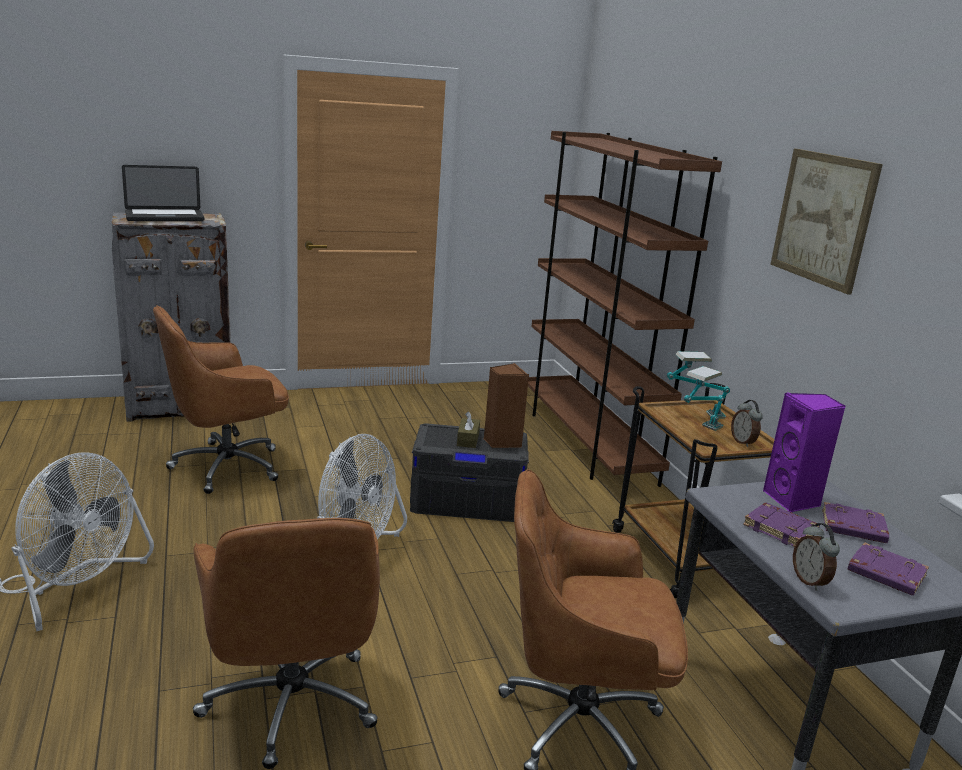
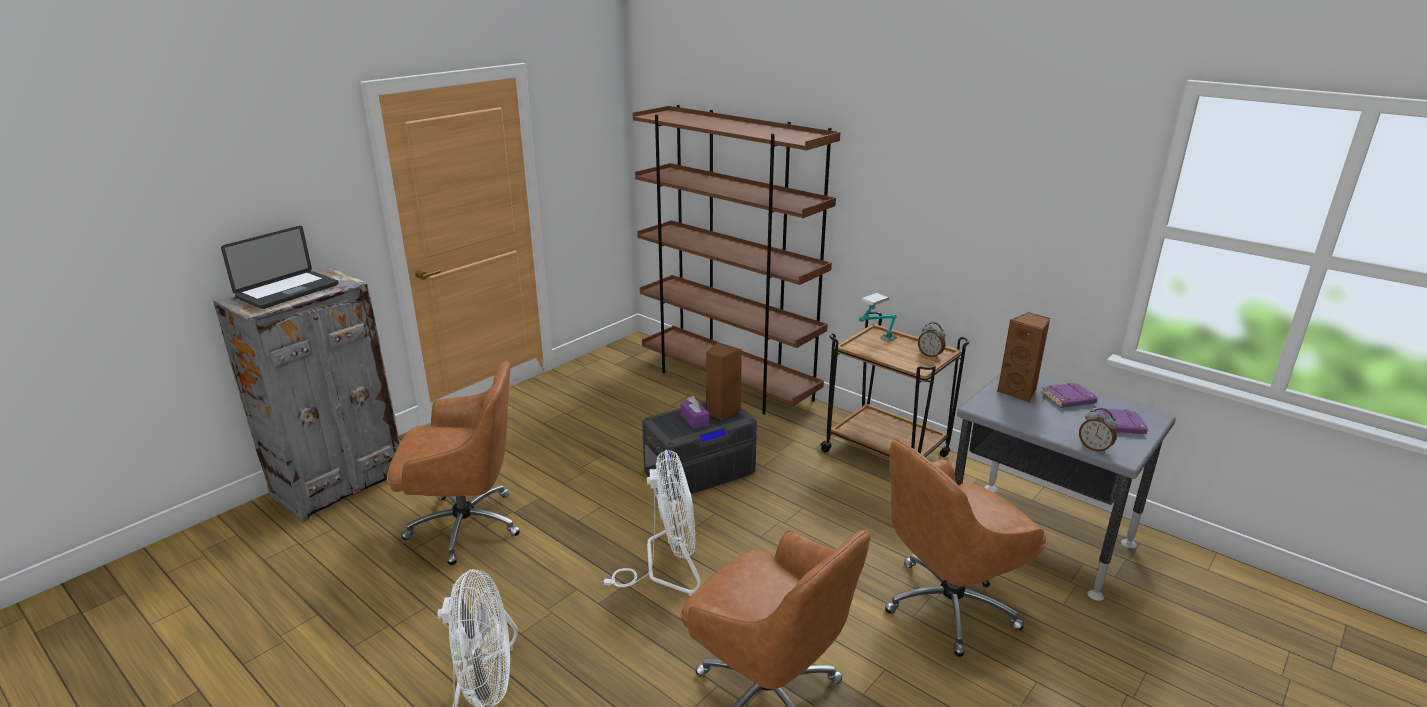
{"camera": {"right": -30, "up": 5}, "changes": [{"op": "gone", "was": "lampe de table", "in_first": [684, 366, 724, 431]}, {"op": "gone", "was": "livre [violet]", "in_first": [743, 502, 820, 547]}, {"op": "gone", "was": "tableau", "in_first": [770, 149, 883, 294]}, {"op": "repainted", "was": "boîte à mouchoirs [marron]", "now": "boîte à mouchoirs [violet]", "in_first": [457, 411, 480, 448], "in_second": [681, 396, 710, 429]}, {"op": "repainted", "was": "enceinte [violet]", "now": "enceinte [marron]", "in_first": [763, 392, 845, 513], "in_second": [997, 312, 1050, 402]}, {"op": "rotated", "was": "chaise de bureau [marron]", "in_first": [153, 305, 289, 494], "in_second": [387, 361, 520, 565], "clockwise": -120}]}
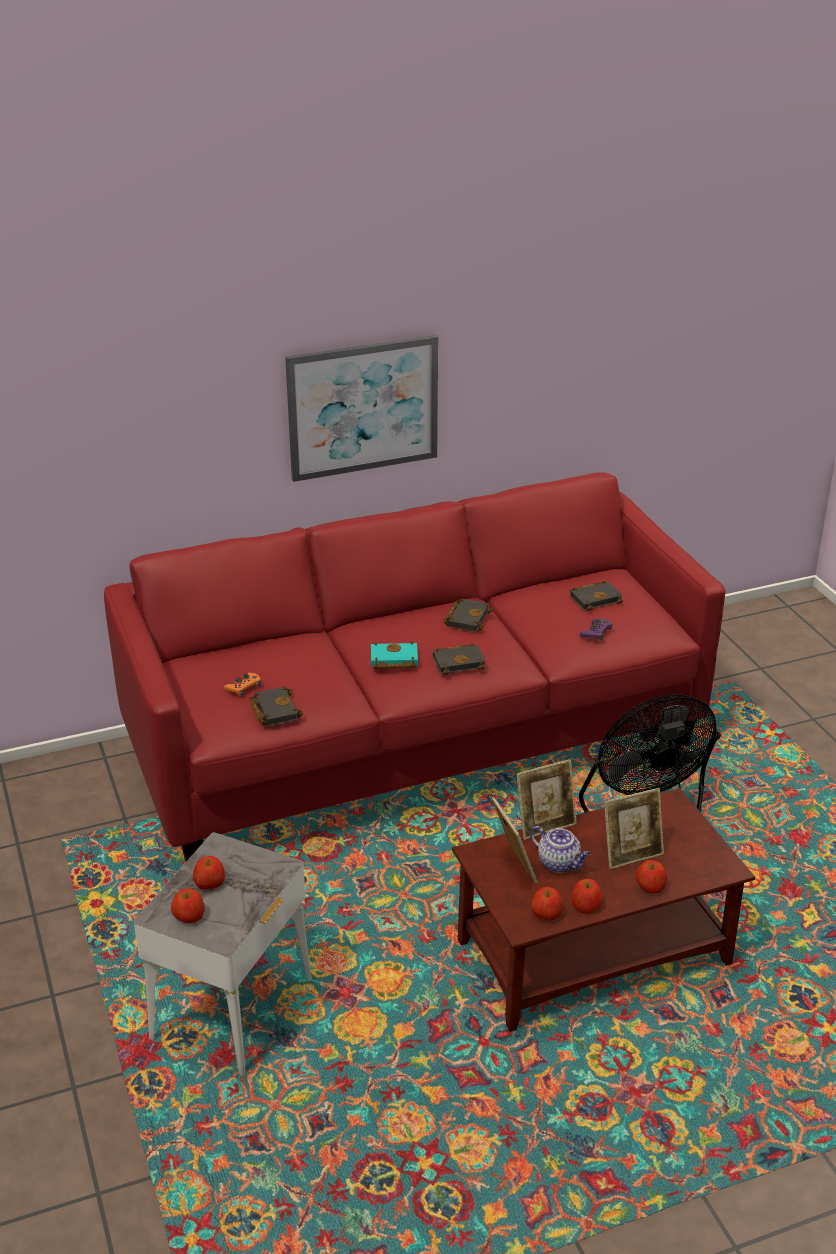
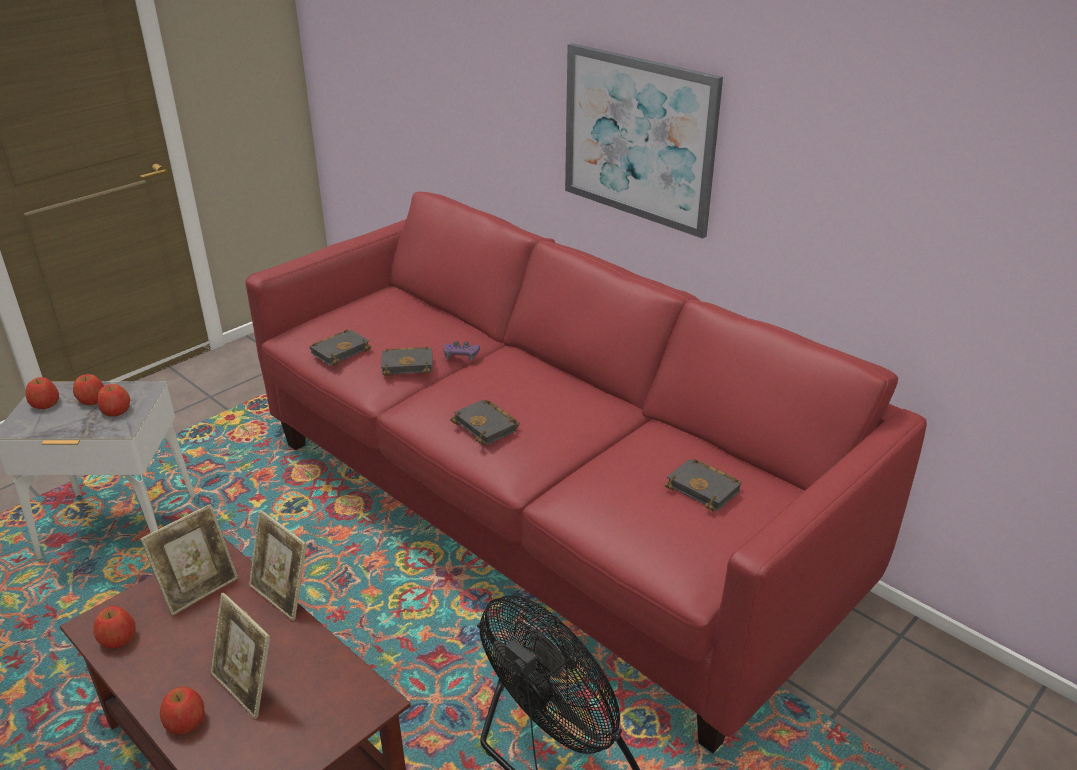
{"camera": {"right": 65, "up": 0}, "changes": [{"op": "gone", "was": "manette [orange]", "in_first": [224, 673, 261, 696]}, {"op": "gone", "was": "livre [turquoise]", "in_first": [371, 642, 418, 669]}, {"op": "gone", "was": "théière", "in_first": [530, 826, 591, 873]}, {"op": "shifted", "was": "livre [noir]", "in_first": [444, 599, 494, 632], "in_second": [381, 346, 433, 376]}, {"op": "shifted", "was": "pomme", "in_first": [571, 879, 603, 914], "in_second": [98, 384, 130, 416]}, {"op": "shifted", "was": "manette [violet]", "in_first": [580, 619, 613, 640], "in_second": [443, 341, 480, 360]}]}
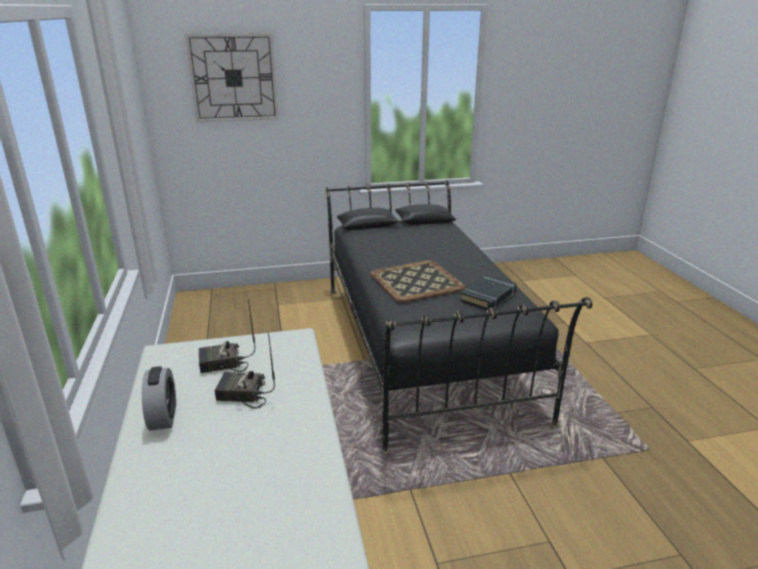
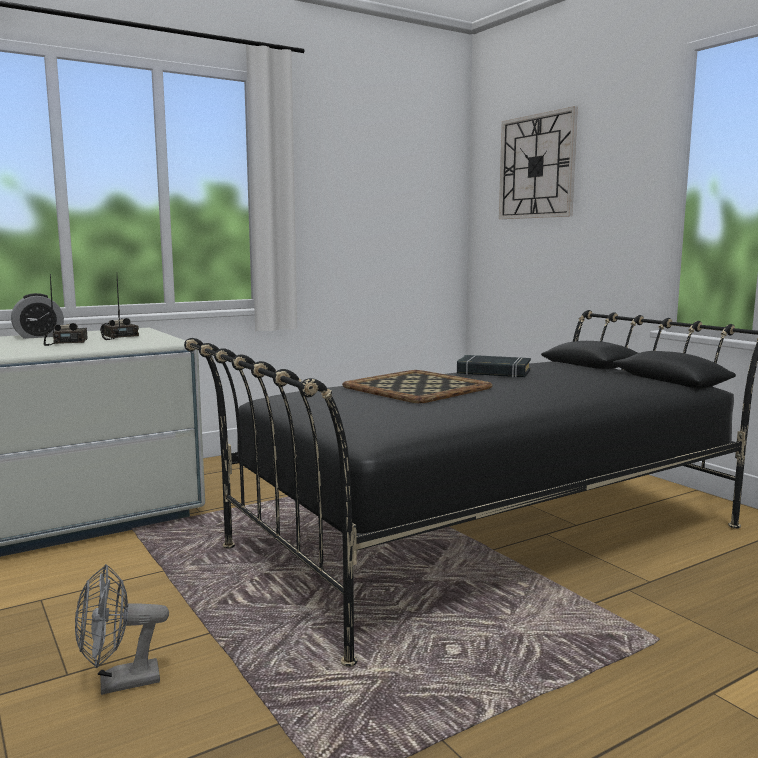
{"camera": {"right": 70, "up": -15}, "changes": [{"op": "new", "now": "ventilateur [gris]", "in_second": [75, 564, 169, 695]}, {"op": "shifted", "was": "livre [noir]", "in_first": [460, 275, 516, 310], "in_second": [457, 355, 531, 378]}]}
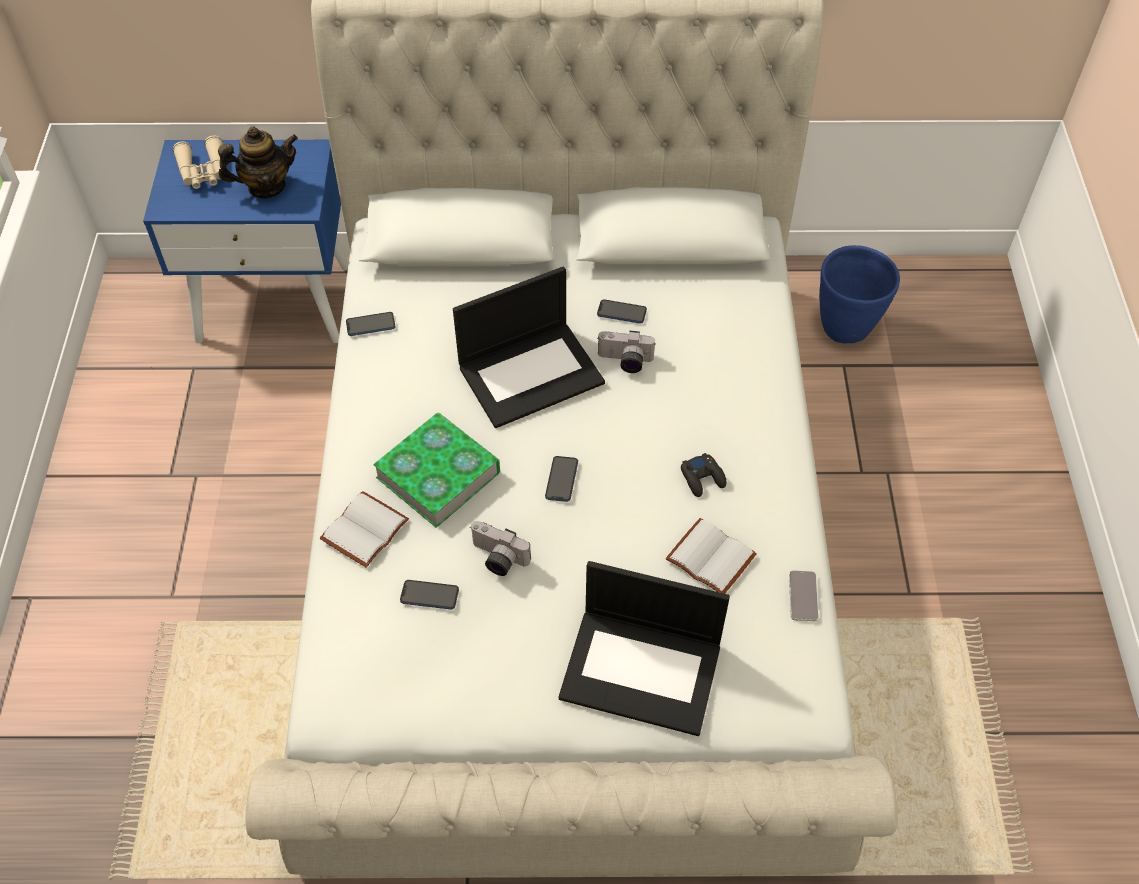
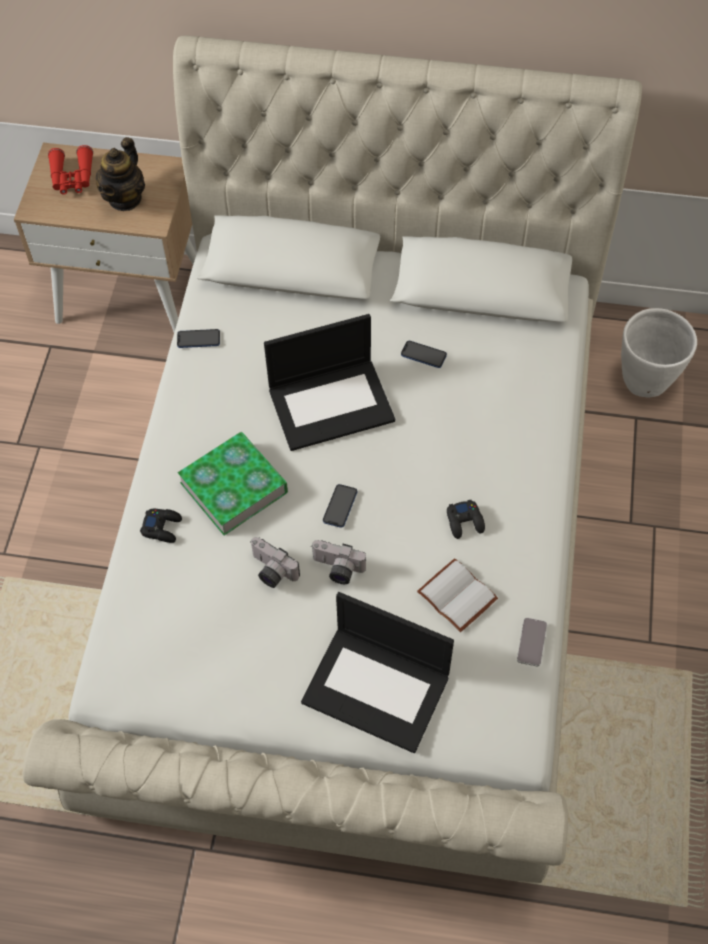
{"camera": {"right": 10, "up": 5}, "changes": [{"op": "gone", "was": "téléphone", "in_first": [400, 580, 459, 610]}, {"op": "shifted", "was": "appareil photo", "in_first": [597, 331, 656, 373], "in_second": [312, 540, 366, 584]}, {"op": "swapped", "was": "livre [blanc]", "now": "manette [noir]", "in_first": [320, 491, 409, 568], "in_second": [140, 509, 182, 543]}, {"op": "repainted", "was": "table de chevet [bleu]", "now": "table de chevet [beige]", "in_first": [143, 140, 349, 344], "in_second": [14, 143, 197, 332]}, {"op": "repainted", "was": "jumelles [beige]", "now": "jumelles [rouge]", "in_first": [173, 136, 224, 189], "in_second": [48, 145, 93, 195]}, {"op": "repainted", "was": "cache-pot [bleu]", "now": "cache-pot [blanc]", "in_first": [819, 245, 900, 343], "in_second": [621, 308, 697, 397]}, {"op": "rotated", "was": "théière", "in_first": [218, 127, 298, 198], "in_second": [95, 137, 145, 211], "clockwise": 120}]}
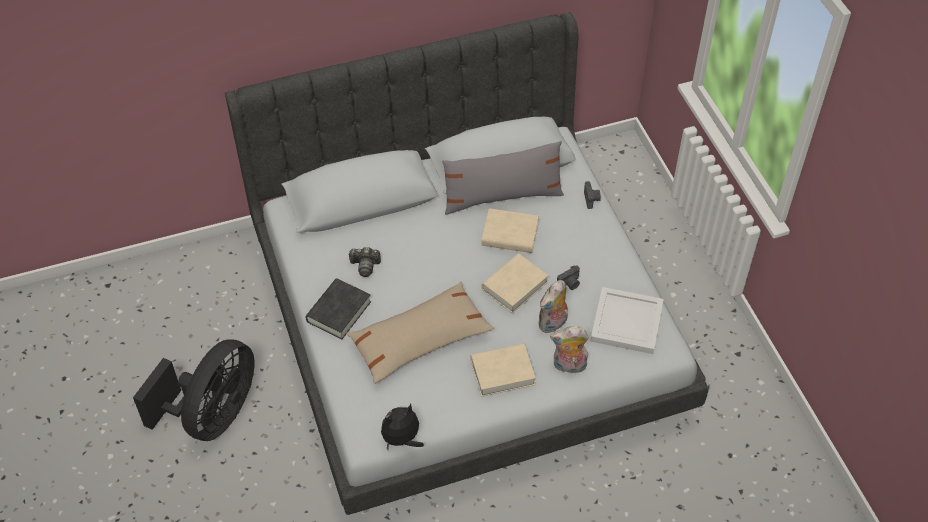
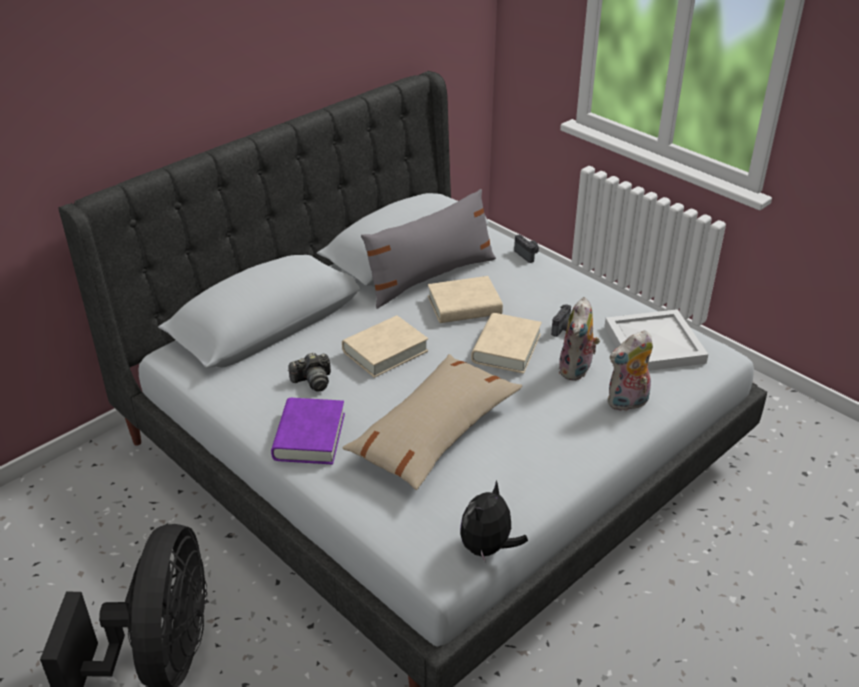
{"camera": {"right": -25, "up": -15}, "changes": [{"op": "shifted", "was": "livre [beige]", "in_first": [471, 344, 536, 397], "in_second": [342, 315, 428, 378]}, {"op": "repainted", "was": "livre [noir]", "now": "livre [violet]", "in_first": [305, 278, 371, 340], "in_second": [271, 398, 345, 465]}]}
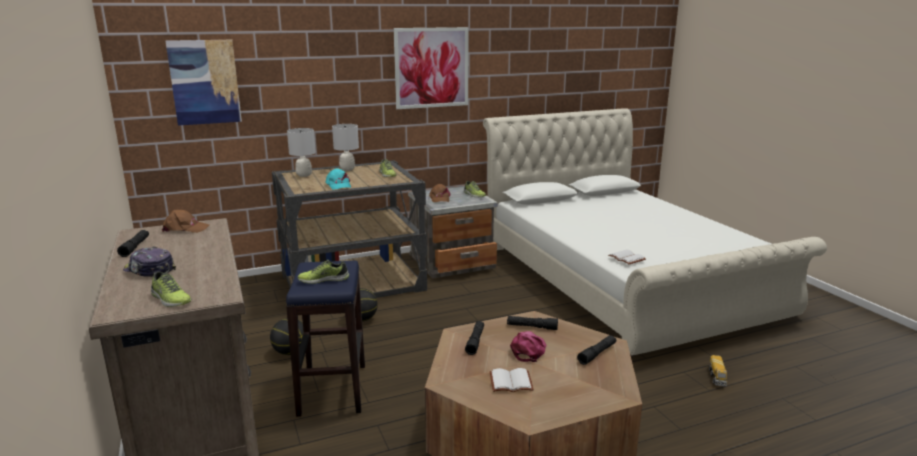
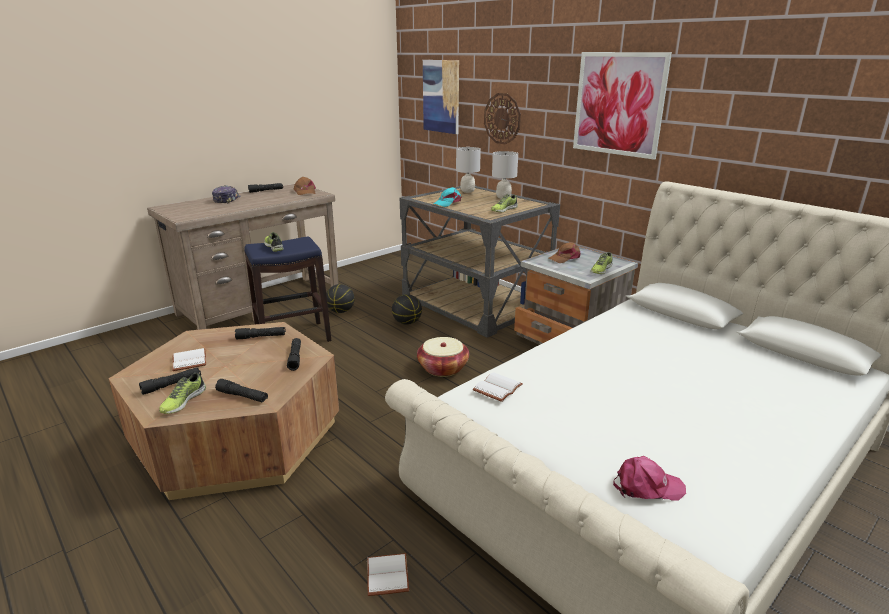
{"camera": {"right": 70, "up": 5}, "changes": [{"op": "new", "now": "lampe de poche [noir]", "in_second": [139, 367, 201, 395]}, {"op": "new", "now": "panier", "in_second": [417, 337, 469, 377]}, {"op": "new", "now": "horloge murale", "in_second": [484, 93, 521, 144]}, {"op": "shifted", "was": "chaussure", "in_first": [151, 271, 192, 307], "in_second": [159, 372, 206, 414]}, {"op": "shifted", "was": "casquette [rose]", "in_first": [510, 331, 546, 362], "in_second": [613, 456, 686, 501]}, {"op": "swapped", "was": "camion jouet", "now": "livre [blanc]", "in_first": [709, 355, 727, 386], "in_second": [367, 553, 409, 596]}]}
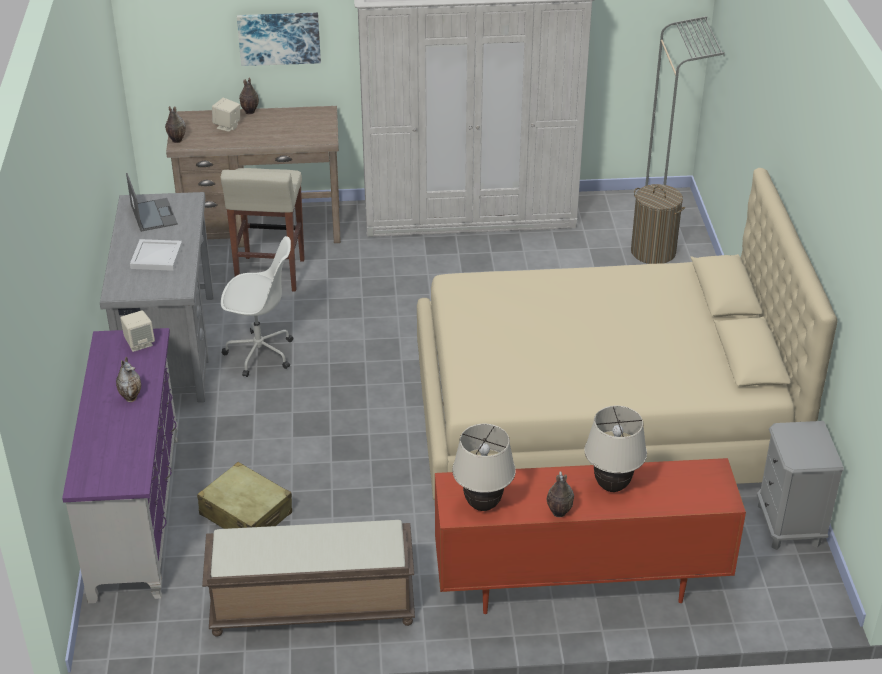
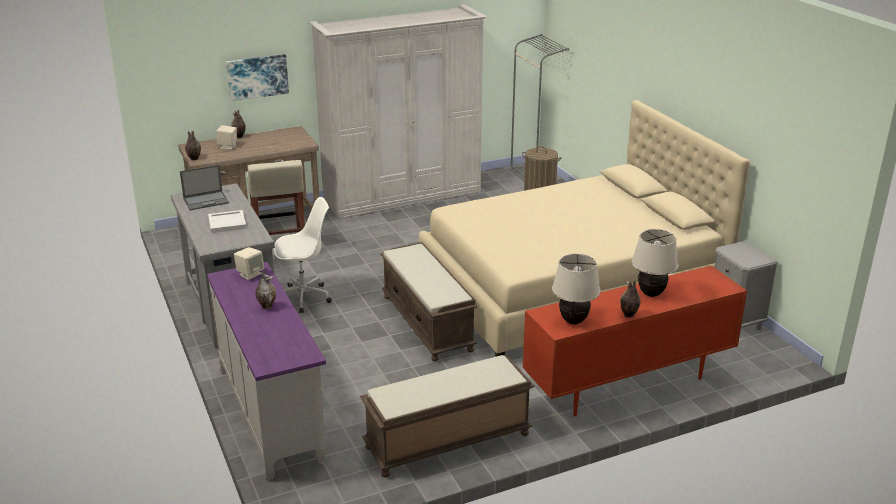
{"camera": {"right": -20, "up": -10}, "changes": [{"op": "gone", "was": "valise [beige]", "in_first": [197, 462, 292, 529]}, {"op": "new", "now": "banc [marron]", "in_second": [380, 242, 477, 361]}, {"op": "rotated", "was": "ordinateur portable", "in_first": [126, 173, 178, 232], "in_second": [180, 165, 229, 210], "clockwise": 105}]}
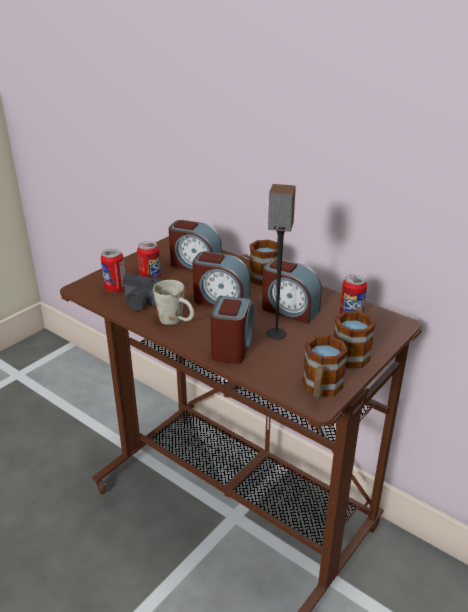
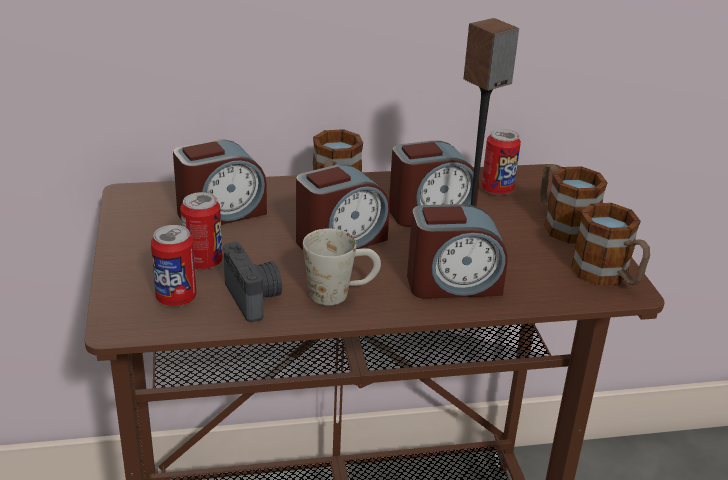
{"camera": {"right": -50, "up": 0}, "changes": [{"op": "rotated", "was": "appareil photo", "in_first": [123, 273, 162, 311], "in_second": [223, 242, 282, 322], "clockwise": -90}, {"op": "rotated", "was": "réveil", "in_first": [210, 296, 254, 364], "in_second": [407, 204, 508, 299], "clockwise": 120}]}
